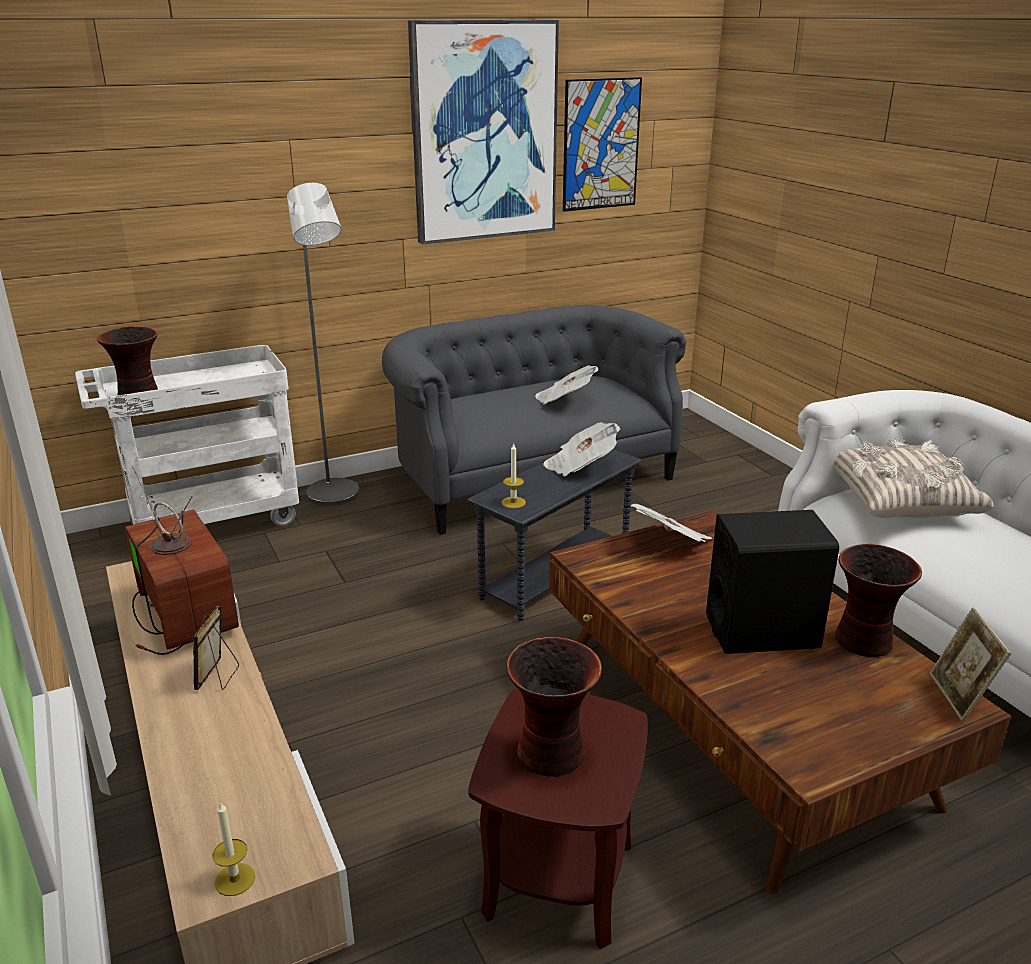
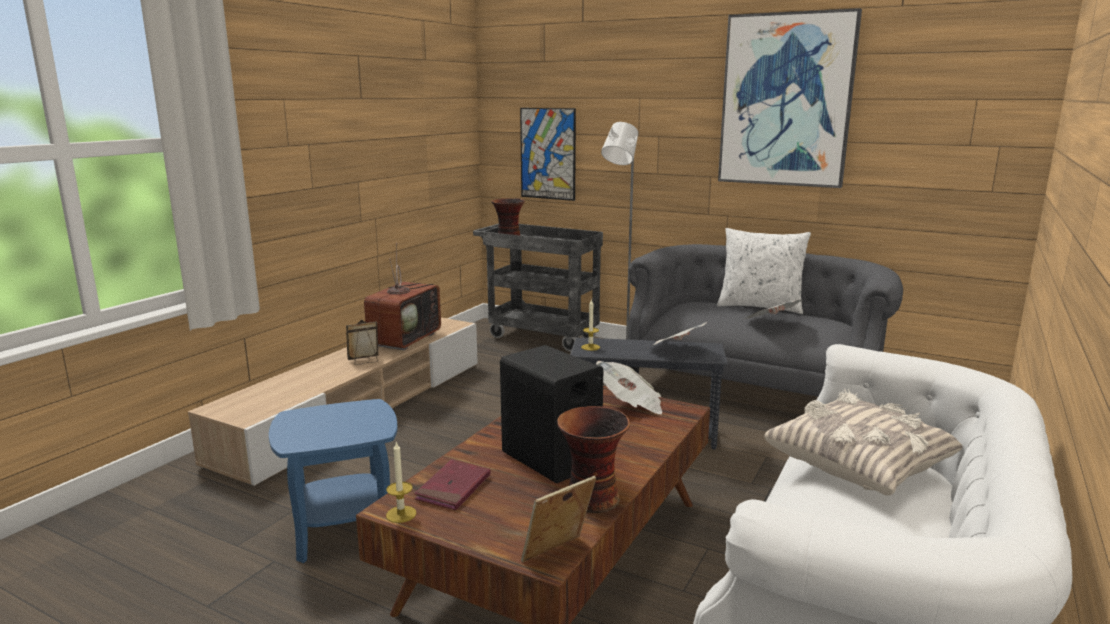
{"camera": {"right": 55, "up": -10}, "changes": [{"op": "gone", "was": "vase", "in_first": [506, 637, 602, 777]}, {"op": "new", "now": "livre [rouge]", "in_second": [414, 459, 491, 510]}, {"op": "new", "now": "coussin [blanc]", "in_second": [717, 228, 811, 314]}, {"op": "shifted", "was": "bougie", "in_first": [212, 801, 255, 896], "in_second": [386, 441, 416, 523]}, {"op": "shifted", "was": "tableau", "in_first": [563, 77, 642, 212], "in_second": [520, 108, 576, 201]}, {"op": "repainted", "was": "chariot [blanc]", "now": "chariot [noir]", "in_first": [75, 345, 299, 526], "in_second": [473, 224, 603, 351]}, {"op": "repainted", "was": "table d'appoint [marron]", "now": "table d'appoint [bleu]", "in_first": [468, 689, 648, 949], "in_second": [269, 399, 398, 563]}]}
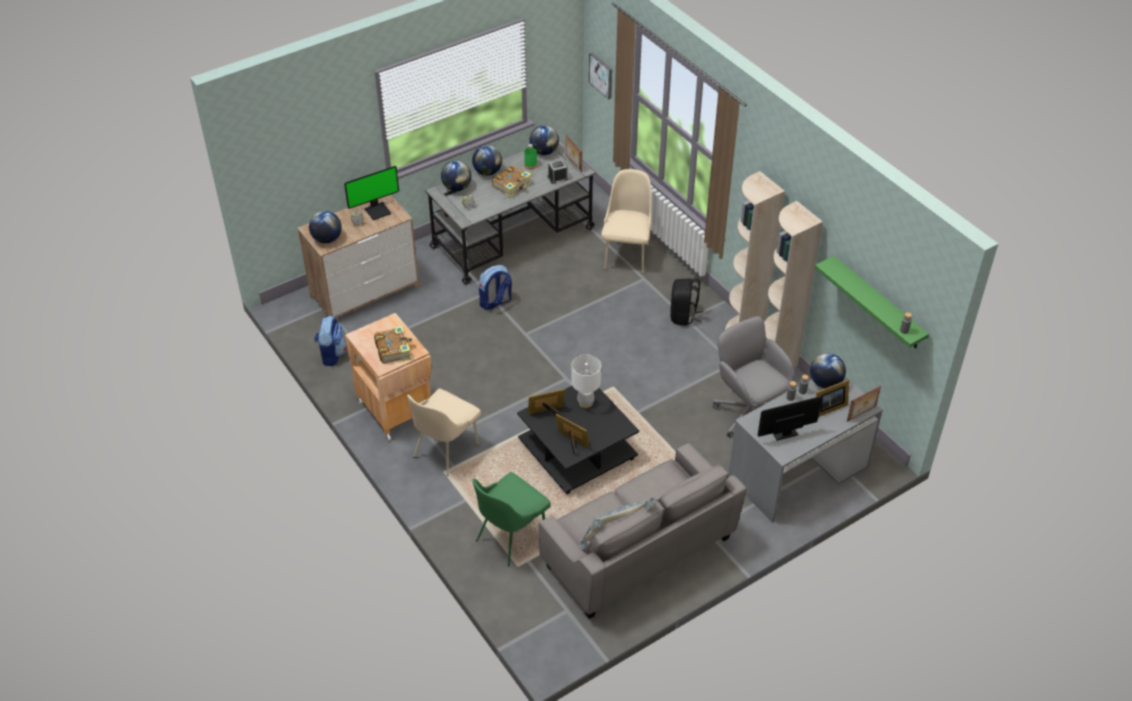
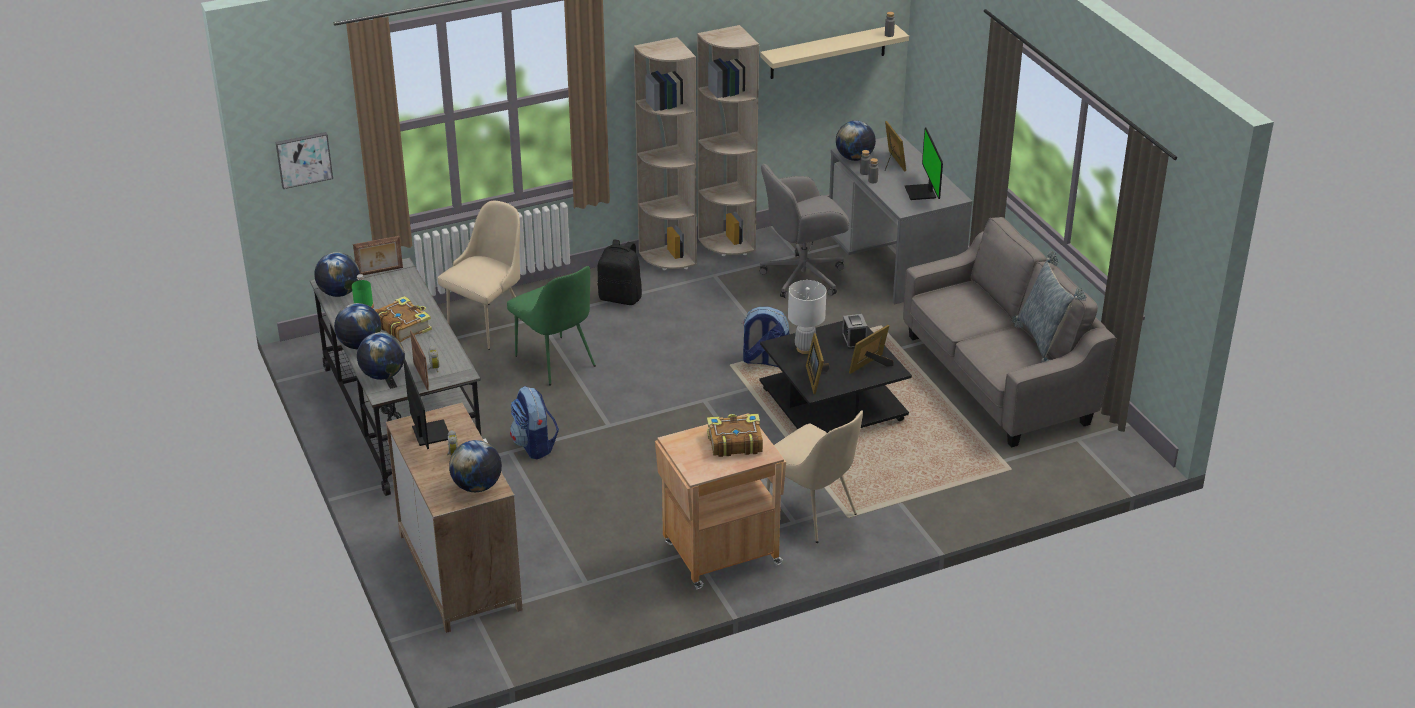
{"camera": {"right": -80, "up": -10}, "changes": [{"op": "shifted", "was": "sac à dos", "in_first": [314, 316, 347, 366], "in_second": [742, 306, 789, 367]}, {"op": "shifted", "was": "chaise [vert]", "in_first": [472, 472, 551, 567], "in_second": [507, 266, 596, 386]}, {"op": "shifted", "was": "réveil", "in_first": [548, 159, 569, 184], "in_second": [842, 314, 867, 349]}, {"op": "shifted", "was": "cadre photo", "in_first": [847, 385, 881, 422], "in_second": [410, 330, 429, 390]}, {"op": "repainted", "was": "étagère [vert]", "now": "étagère [beige]", "in_first": [815, 256, 929, 349], "in_second": [760, 25, 909, 79]}, {"op": "rotated", "was": "chaise [beige]", "in_first": [601, 169, 652, 274], "in_second": [438, 201, 520, 350], "clockwise": 105}]}
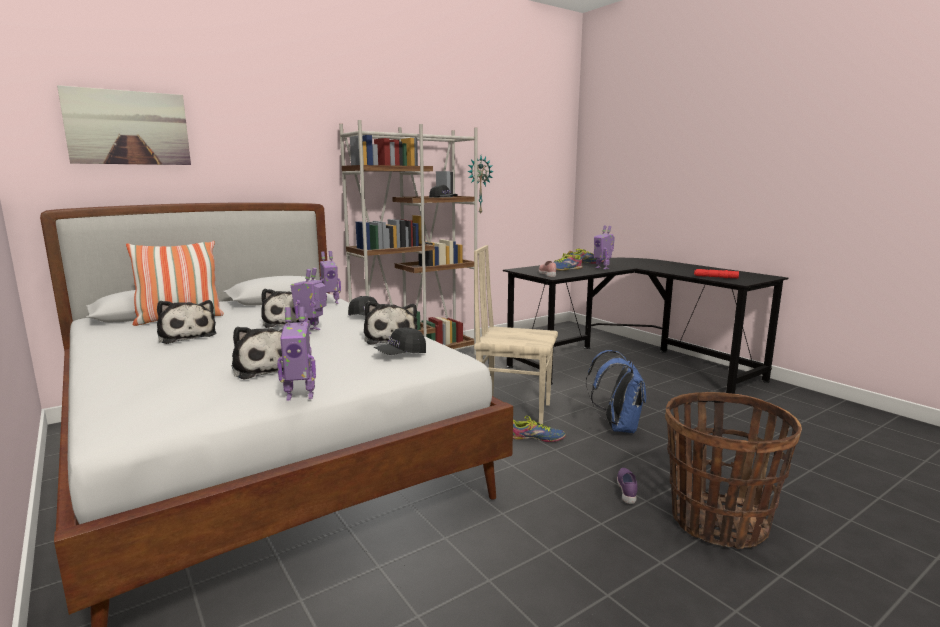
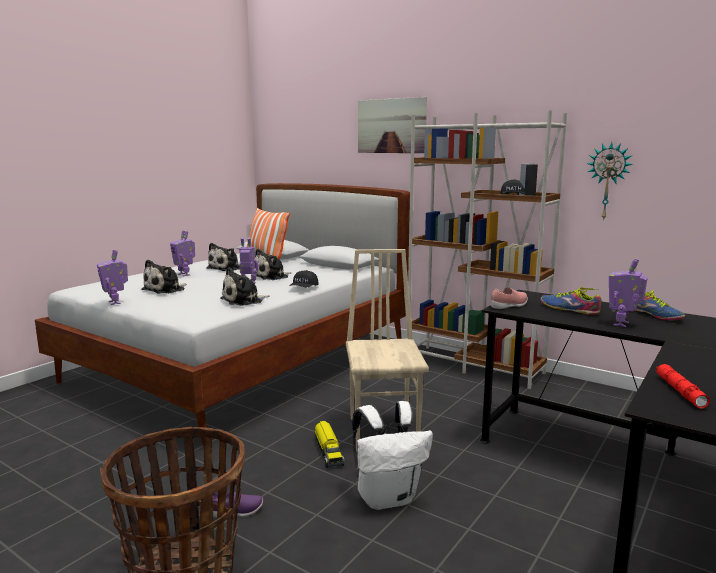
{"camera": {"right": 70, "up": 0}, "changes": [{"op": "gone", "was": "casquette [noir]", "in_first": [374, 328, 426, 355]}, {"op": "shifted", "was": "tableau", "in_first": [57, 85, 191, 165], "in_second": [358, 97, 427, 153]}, {"op": "shifted", "was": "robot jouet", "in_first": [320, 251, 341, 304], "in_second": [170, 231, 195, 276]}, {"op": "swapped", "was": "chaussure", "now": "camion jouet", "in_first": [513, 416, 566, 442], "in_second": [315, 421, 345, 468]}, {"op": "repainted", "was": "sac à dos [bleu]", "now": "sac à dos [blanc]", "in_first": [586, 350, 646, 433], "in_second": [352, 401, 433, 510]}]}
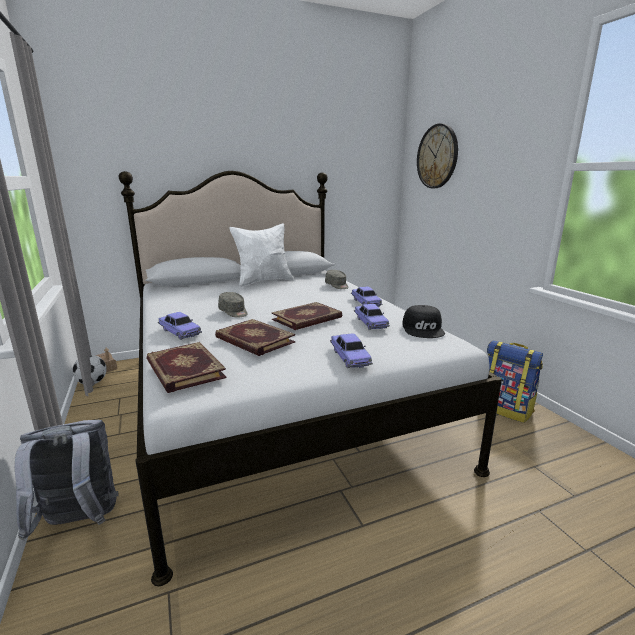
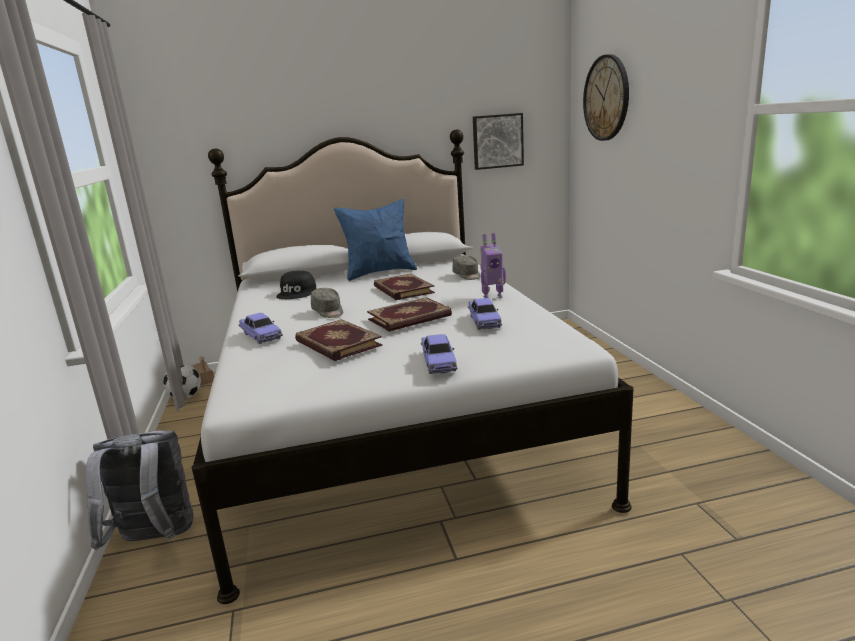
{"camera": {"right": 10, "up": 0}, "changes": [{"op": "gone", "was": "sac à dos", "in_first": [487, 340, 543, 423]}, {"op": "new", "now": "tableau", "in_second": [473, 113, 524, 170]}, {"op": "shifted", "was": "livre", "in_first": [146, 342, 227, 393], "in_second": [374, 273, 435, 300]}, {"op": "shifted", "was": "casquette [noir]", "in_first": [403, 305, 445, 338], "in_second": [276, 271, 316, 299]}, {"op": "swapped", "was": "petite voiture", "now": "robot jouet", "in_first": [351, 287, 382, 307], "in_second": [480, 233, 506, 298]}, {"op": "repainted", "was": "coussin [blanc]", "now": "coussin [bleu]", "in_first": [229, 223, 294, 287], "in_second": [334, 199, 417, 281]}]}
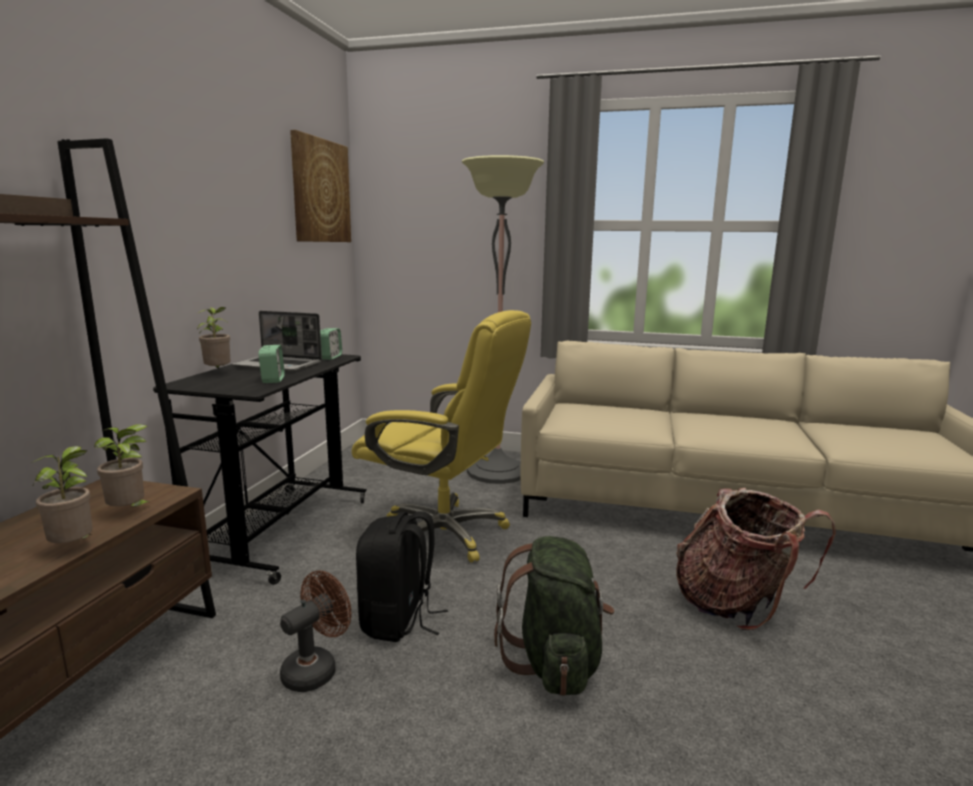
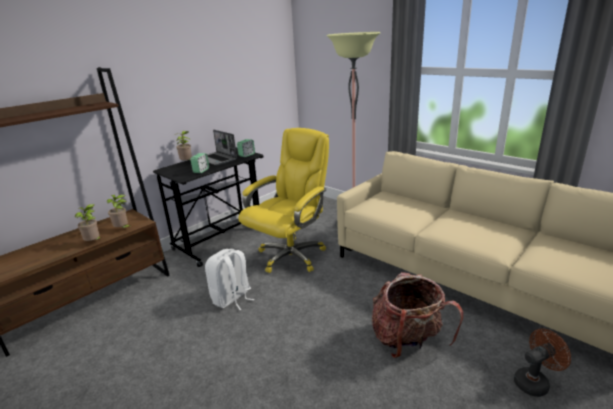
{"camera": {"right": 30, "up": 10}, "changes": [{"op": "gone", "was": "tableau", "in_first": [290, 130, 351, 242]}, {"op": "gone", "was": "sac à dos [vert]", "in_first": [494, 536, 615, 696]}, {"op": "shifted", "was": "ventilateur [marron]", "in_first": [280, 570, 351, 692], "in_second": [514, 329, 571, 397]}, {"op": "repainted", "was": "sac à dos [noir]", "now": "sac à dos [blanc]", "in_first": [356, 511, 448, 642], "in_second": [205, 249, 255, 310]}, {"op": "rotated", "was": "chaise de bureau [jaune]", "in_first": [352, 310, 531, 563], "in_second": [238, 128, 329, 273], "clockwise": -105}]}
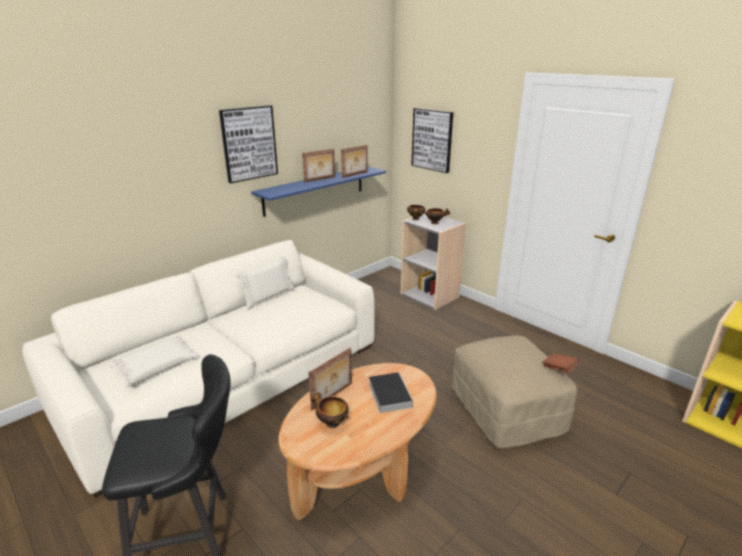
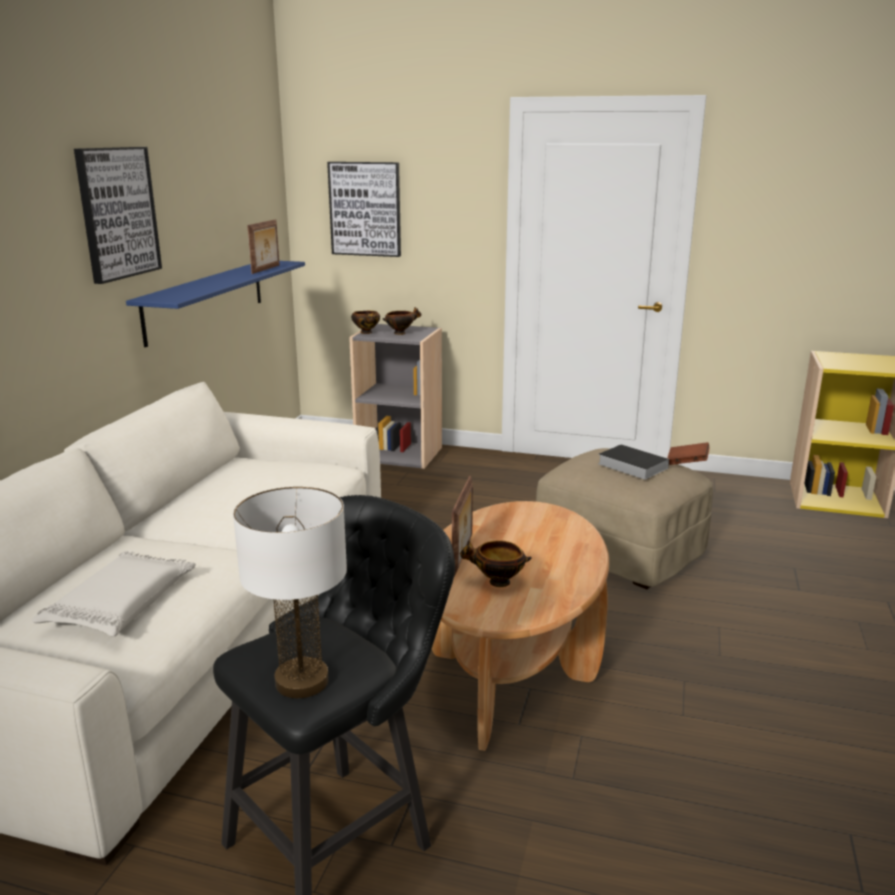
{"camera": {"right": -30, "up": -5}, "changes": [{"op": "gone", "was": "coussin [blanc]", "in_first": [236, 256, 294, 310]}, {"op": "gone", "was": "cadre photo", "in_first": [302, 149, 335, 182]}, {"op": "new", "now": "lampe de table", "in_second": [233, 486, 347, 698]}, {"op": "shifted", "was": "livre", "in_first": [369, 372, 413, 413], "in_second": [598, 444, 669, 480]}]}
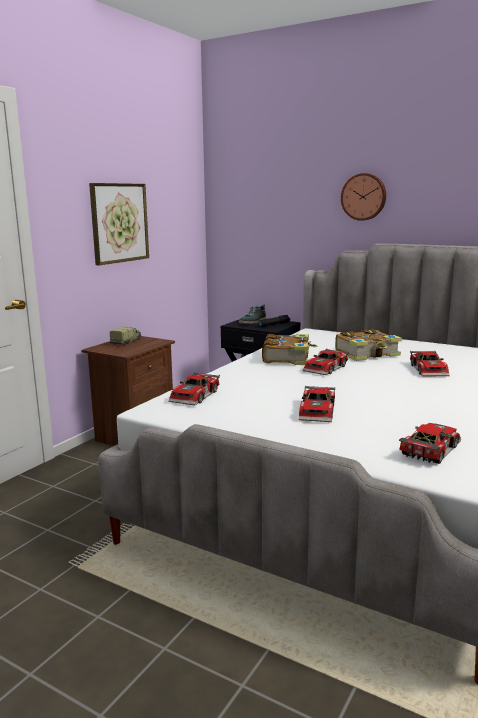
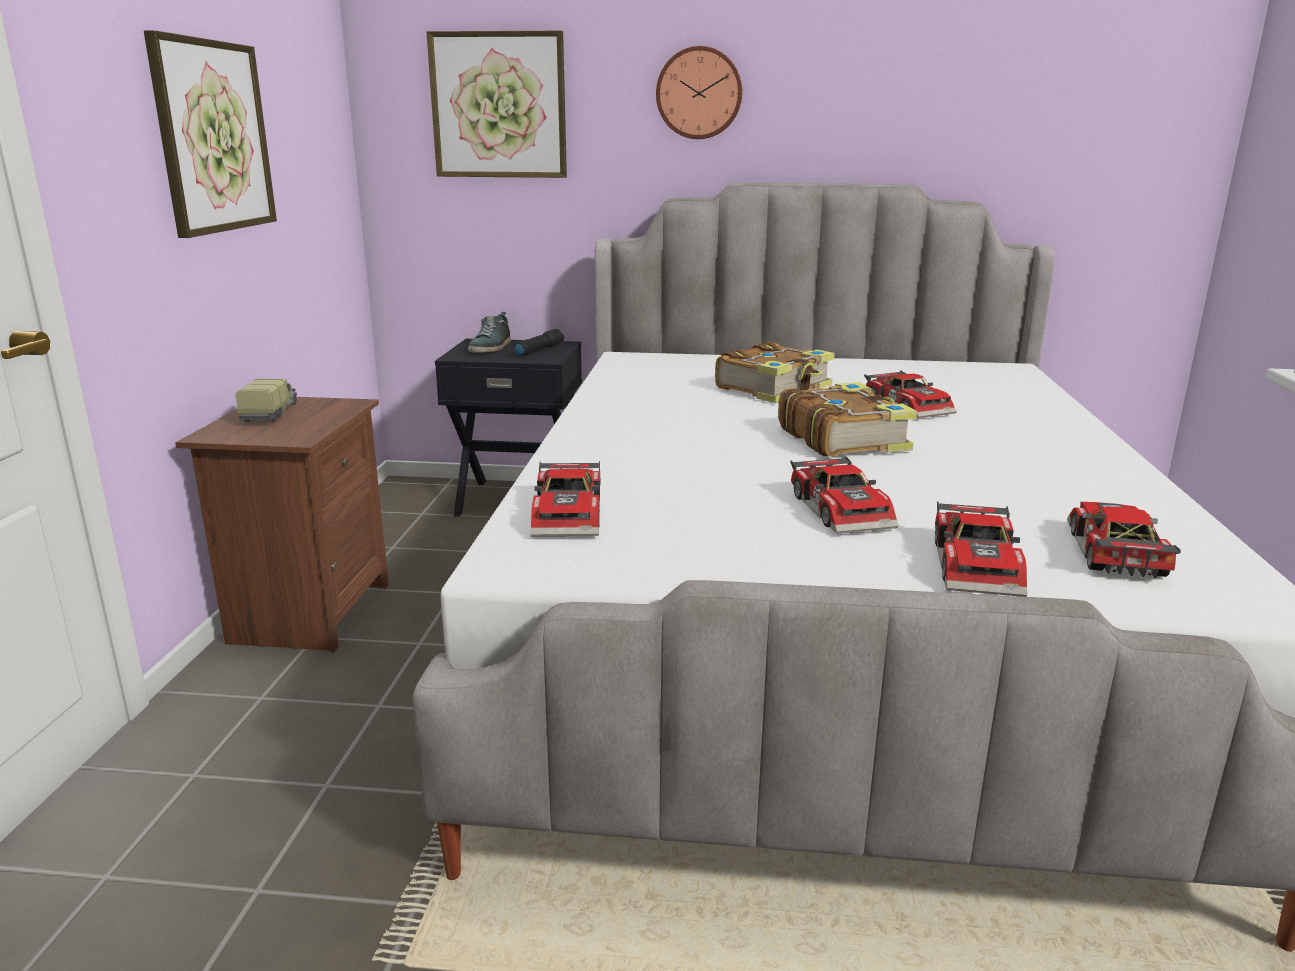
{"camera": {"right": -25, "up": 5}, "changes": [{"op": "new", "now": "tableau", "in_second": [426, 31, 567, 178]}, {"op": "shifted", "was": "livre", "in_first": [262, 334, 318, 365], "in_second": [778, 382, 917, 457]}, {"op": "shifted", "was": "petite voiture", "in_first": [303, 349, 349, 375], "in_second": [935, 501, 1027, 597]}]}
